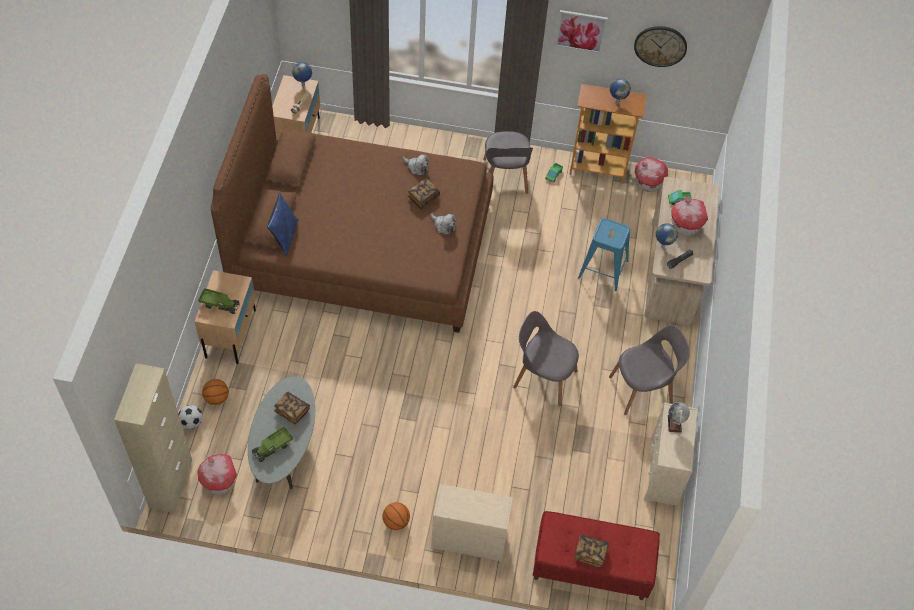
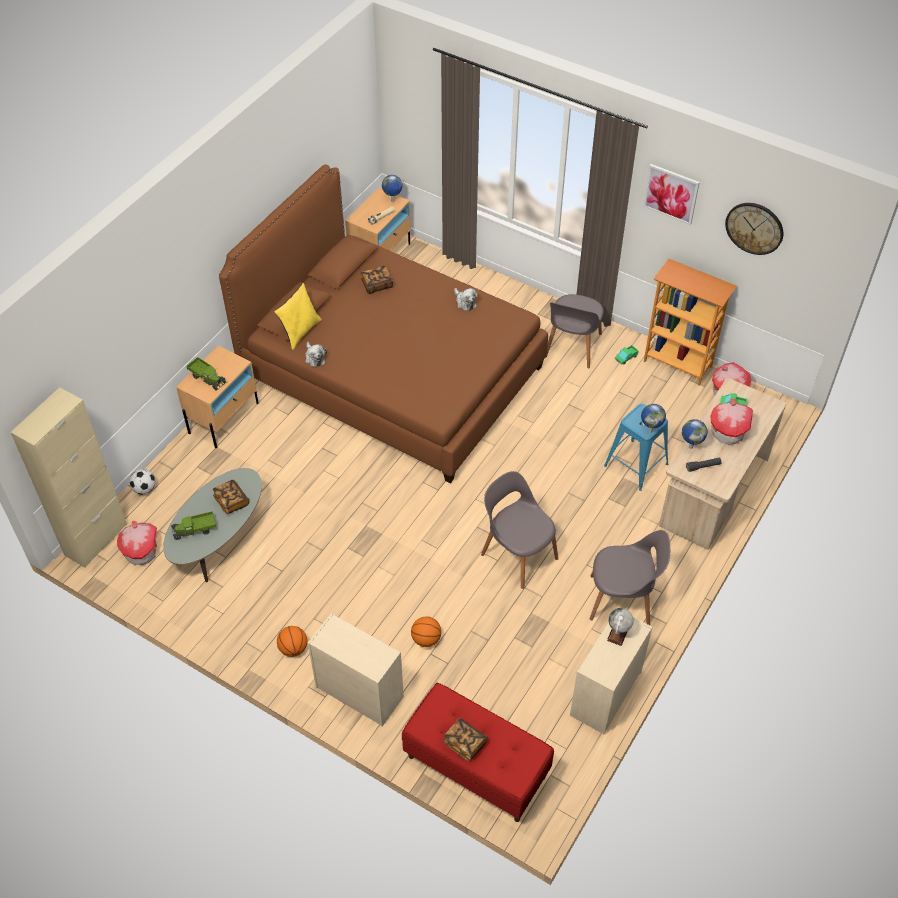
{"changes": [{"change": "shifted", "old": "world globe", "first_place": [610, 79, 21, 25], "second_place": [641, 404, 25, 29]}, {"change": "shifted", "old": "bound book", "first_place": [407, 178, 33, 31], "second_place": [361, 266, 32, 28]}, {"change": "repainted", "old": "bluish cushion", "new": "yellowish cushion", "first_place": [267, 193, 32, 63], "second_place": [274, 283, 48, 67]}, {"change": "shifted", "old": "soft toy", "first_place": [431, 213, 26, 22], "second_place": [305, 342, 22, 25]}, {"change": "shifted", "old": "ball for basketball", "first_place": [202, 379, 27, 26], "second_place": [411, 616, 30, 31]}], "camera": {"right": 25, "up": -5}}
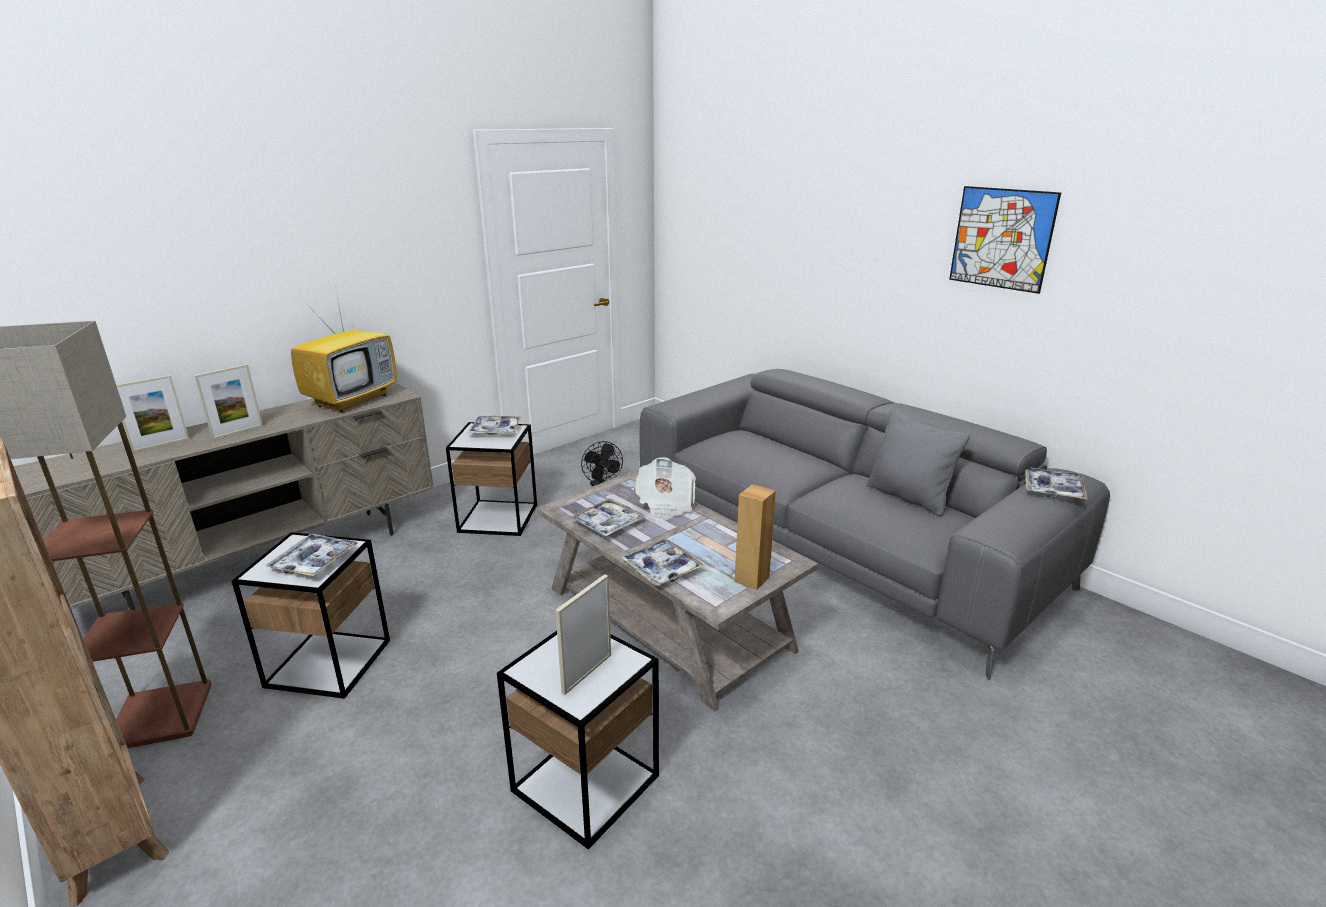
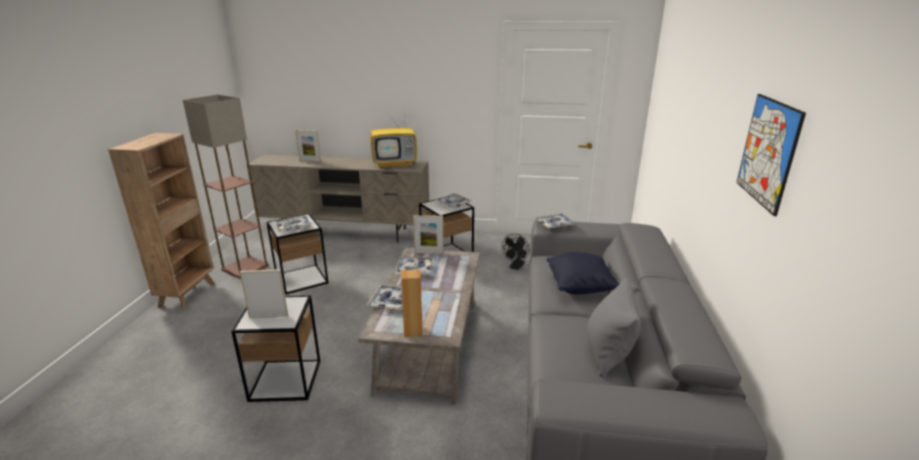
{"changes": [{"change": "shifted", "old": "photo frame", "first_place": [194, 364, 69, 76], "second_place": [413, 215, 31, 39]}, {"change": "gone", "old": "daily paper", "first_place": [634, 457, 62, 64]}, {"change": "shifted", "old": "carrying tray", "first_place": [1025, 467, 62, 33], "second_place": [535, 214, 42, 15]}, {"change": "new", "new": "blackish cushion", "second_place": [547, 252, 72, 42]}], "camera": {"right": 50, "up": 0}}
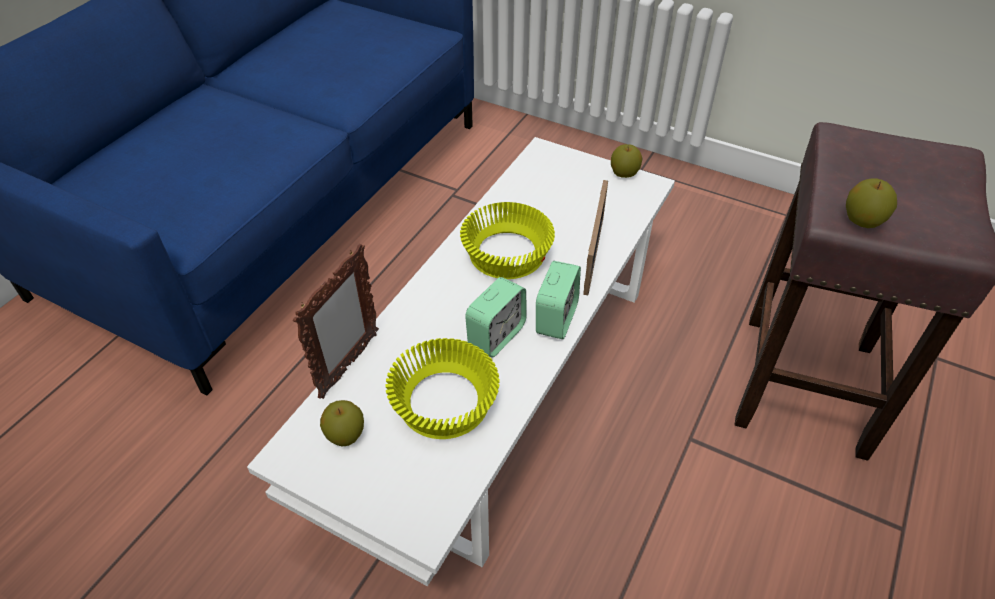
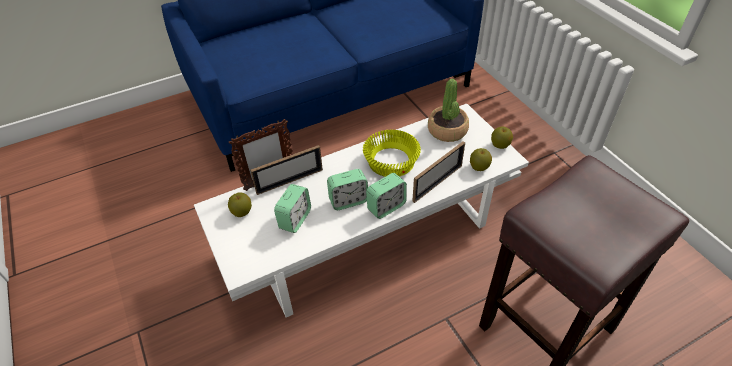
{"changes": [{"change": "shifted", "old": "apple fruit", "first_place": [846, 178, 51, 50], "second_place": [470, 148, 22, 23]}, {"change": "swapped", "old": "yellowish bowl", "new": "alarm clock", "first_place": [385, 338, 115, 101], "second_place": [274, 184, 37, 49]}, {"change": "new", "new": "houseplant", "second_place": [428, 79, 41, 63]}, {"change": "new", "new": "photo frame", "second_place": [250, 145, 73, 50]}], "camera": {"right": 35, "up": 0}}
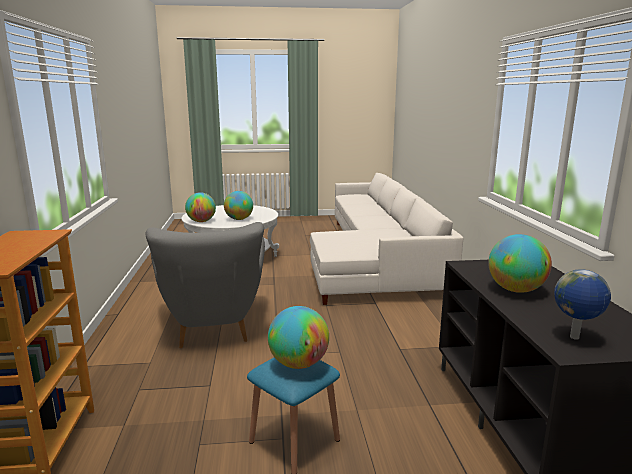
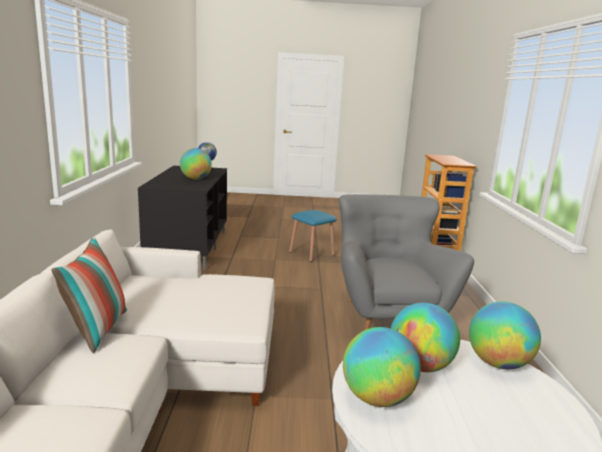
{"changes": [{"change": "shifted", "old": "world globe", "first_place": [268, 306, 61, 63], "second_place": [343, 327, 78, 80]}, {"change": "new", "new": "cushion", "second_place": [51, 237, 76, 116]}], "camera": {"right": -175, "up": 0}}
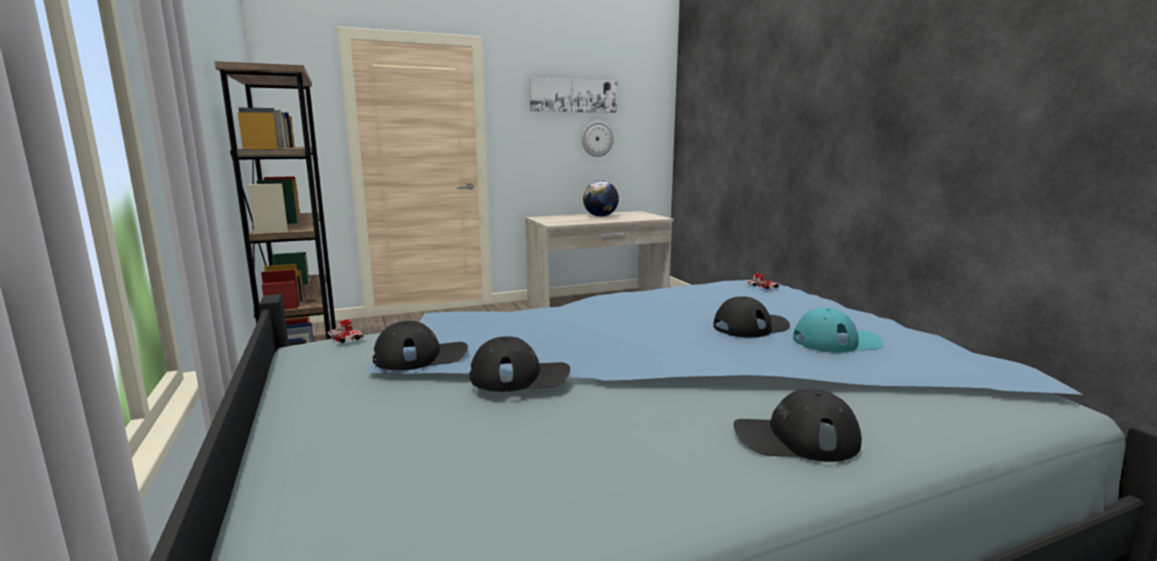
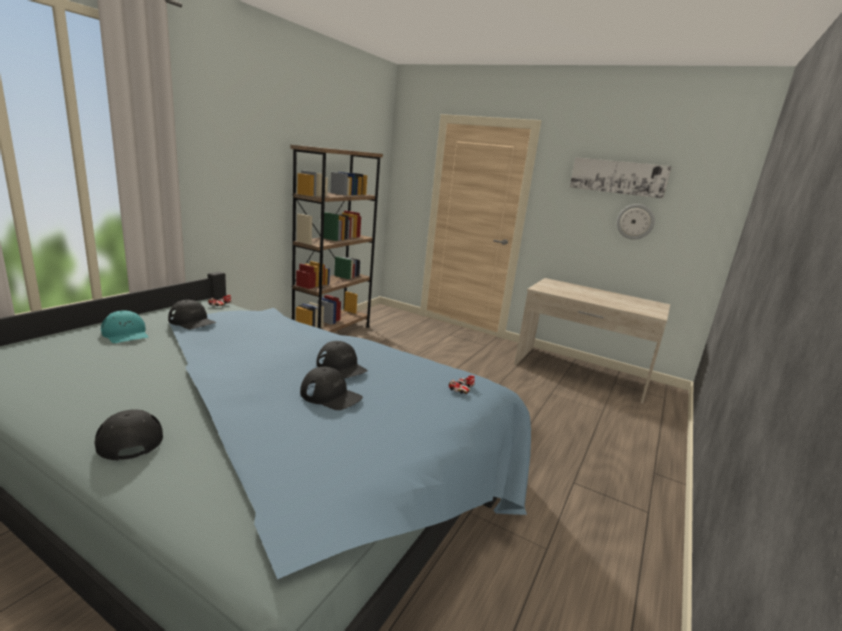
{"changes": [{"change": "gone", "old": "world globe", "first_place": [583, 181, 36, 36]}, {"change": "shifted", "old": "blue-green peaked cap", "first_place": [793, 308, 90, 45], "second_place": [101, 310, 48, 33]}, {"change": "shifted", "old": "blackish peaked cap", "first_place": [469, 336, 101, 56], "second_place": [316, 341, 52, 37]}], "camera": {"right": 50, "up": 5}}
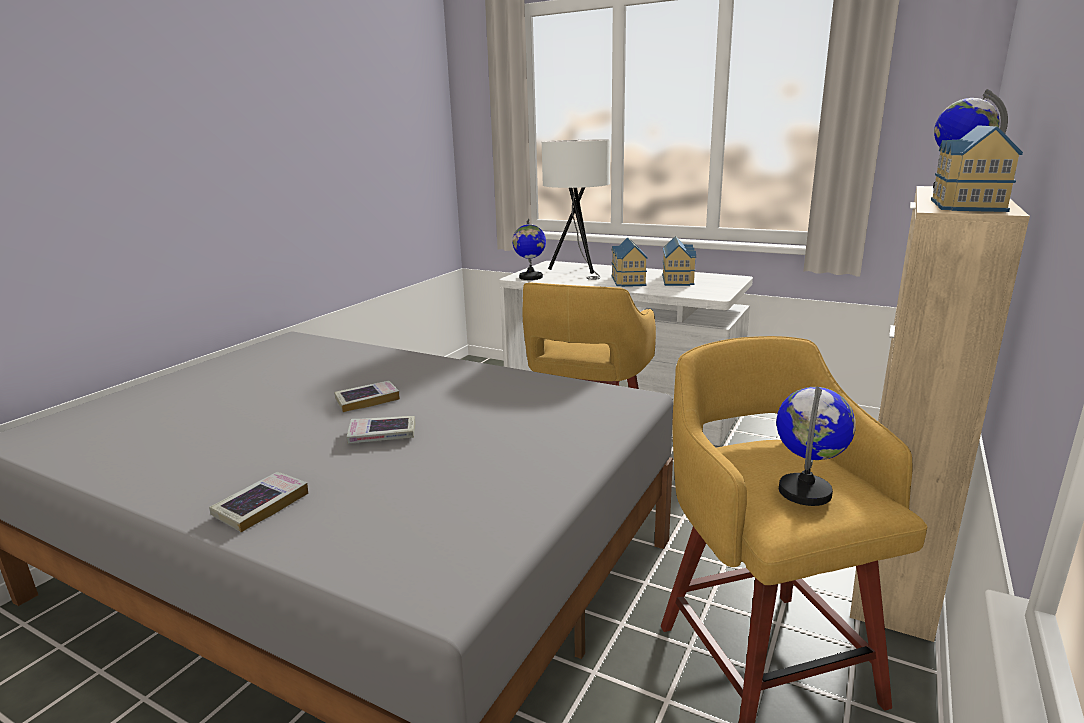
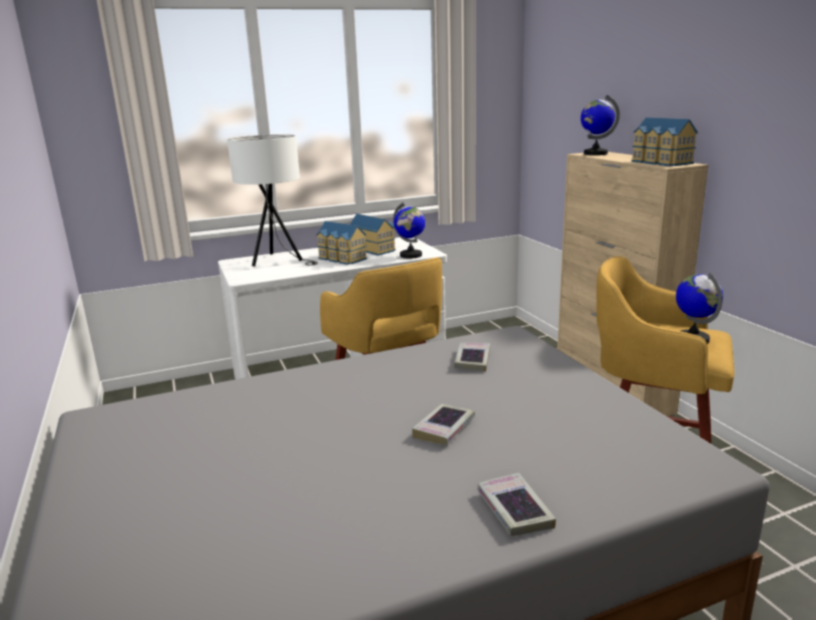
{"changes": [{"change": "shifted", "old": "world globe", "first_place": [512, 219, 34, 61], "second_place": [393, 202, 32, 57]}, {"change": "shifted", "old": "bound book", "first_place": [334, 381, 66, 31], "second_place": [454, 342, 36, 30]}], "camera": {"right": -50, "up": 0}}
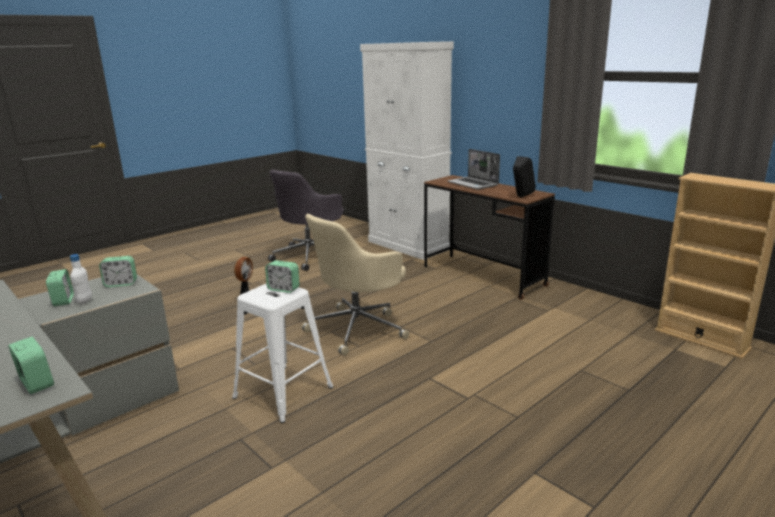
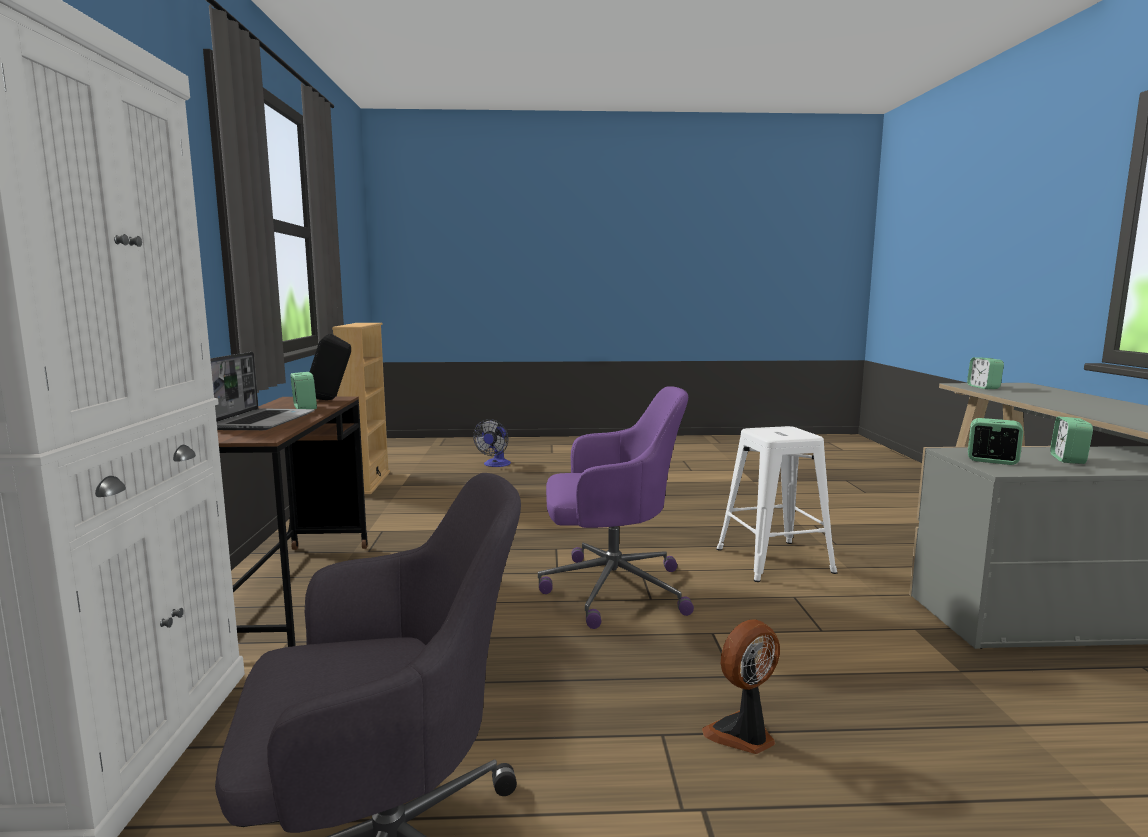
{"changes": [{"change": "repainted", "old": "sand-coloured office chair", "new": "purple office chair", "first_place": [301, 214, 108, 142], "second_place": [538, 386, 156, 243]}, {"change": "gone", "old": "white beverage bottle", "first_place": [70, 254, 22, 51]}, {"change": "shifted", "old": "alarm clock", "first_place": [265, 260, 35, 33], "second_place": [290, 372, 27, 37]}, {"change": "new", "new": "electric fan", "second_place": [473, 419, 38, 48]}], "camera": {"right": -140, "up": -10}}
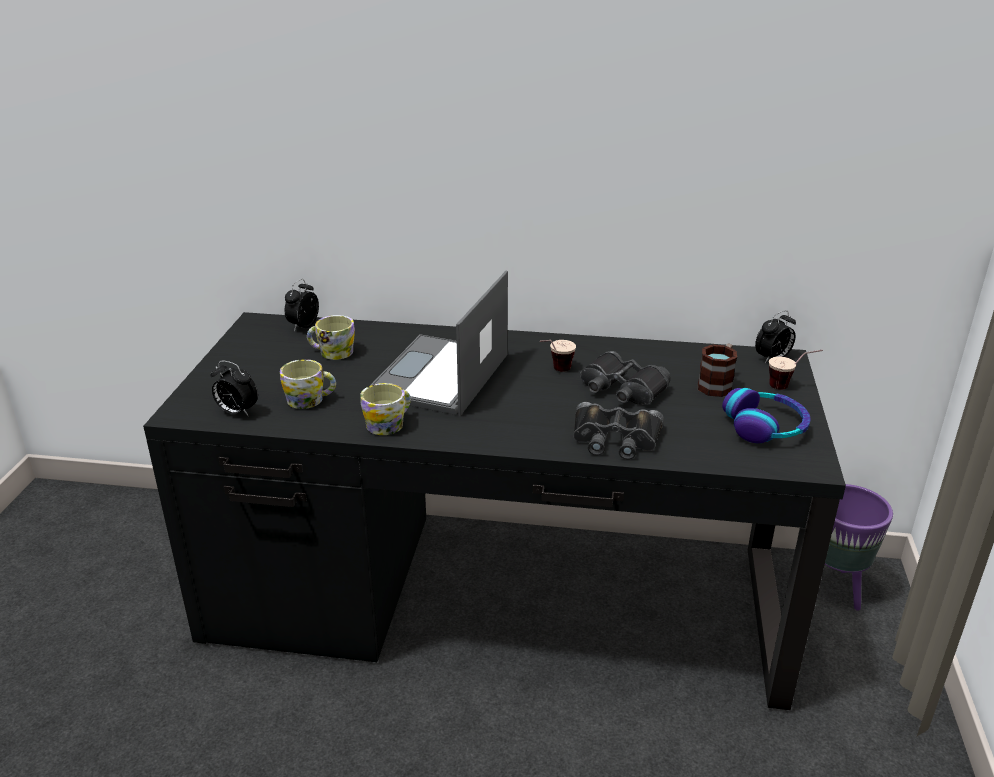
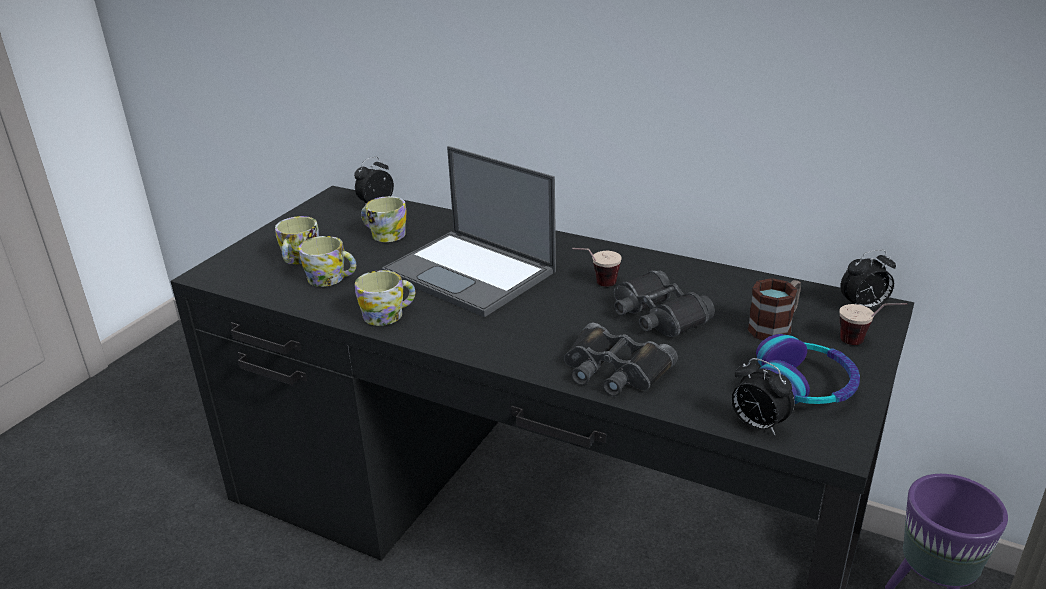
{"changes": [{"change": "rotated", "old": "portable computer", "first_place": [370, 271, 138, 145], "second_place": [381, 146, 175, 171], "degrees": -90}, {"change": "shifted", "old": "alarm clock", "first_place": [210, 361, 48, 56], "second_place": [732, 358, 63, 77]}, {"change": "new", "new": "coffee mug", "second_place": [275, 216, 44, 48]}], "camera": {"right": 20, "up": 0}}
